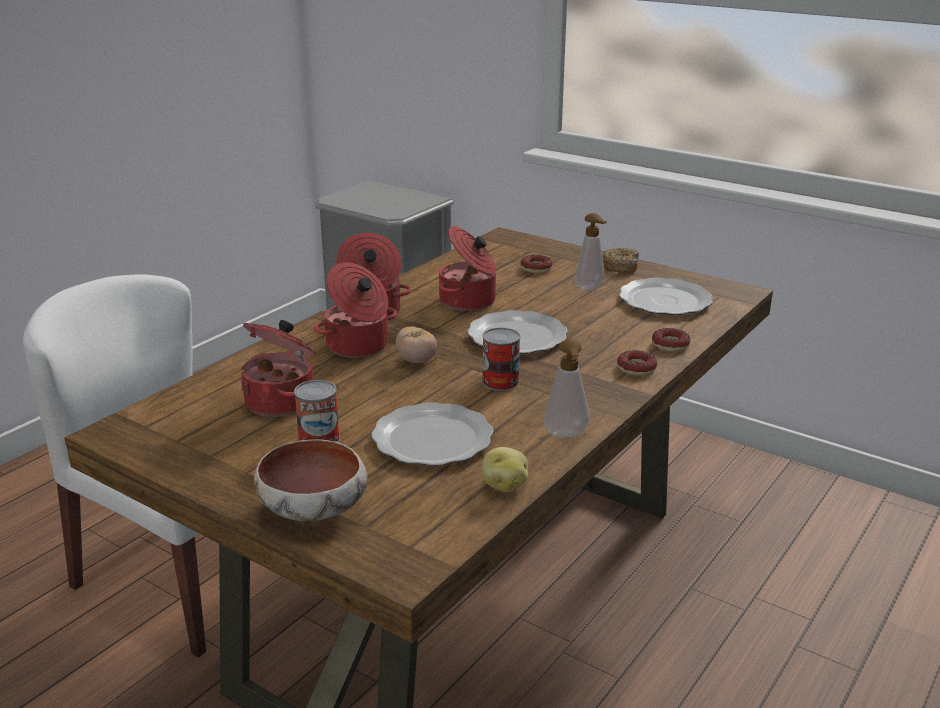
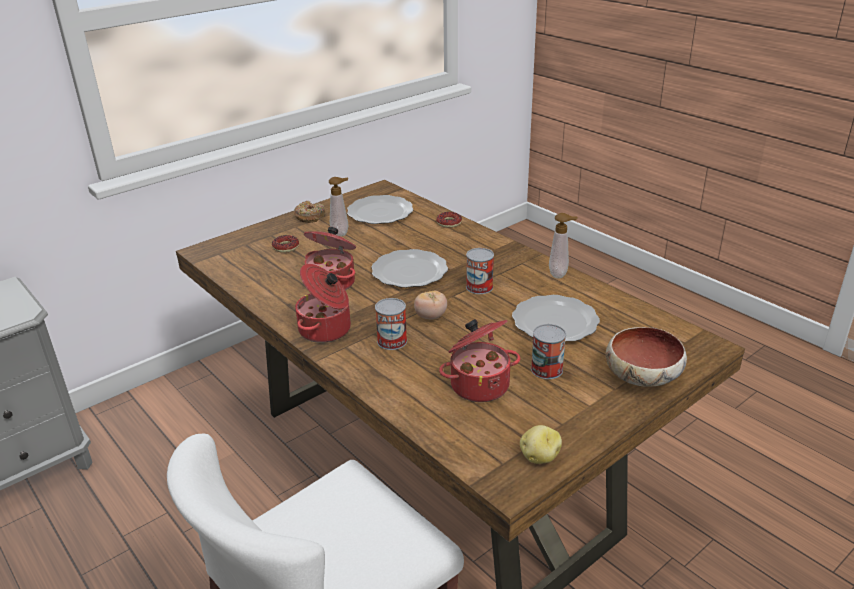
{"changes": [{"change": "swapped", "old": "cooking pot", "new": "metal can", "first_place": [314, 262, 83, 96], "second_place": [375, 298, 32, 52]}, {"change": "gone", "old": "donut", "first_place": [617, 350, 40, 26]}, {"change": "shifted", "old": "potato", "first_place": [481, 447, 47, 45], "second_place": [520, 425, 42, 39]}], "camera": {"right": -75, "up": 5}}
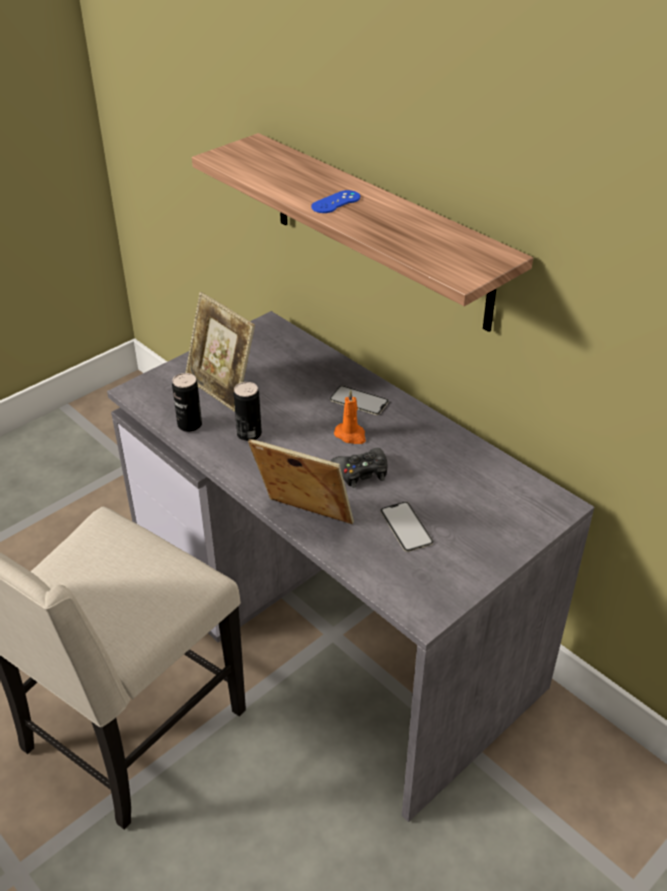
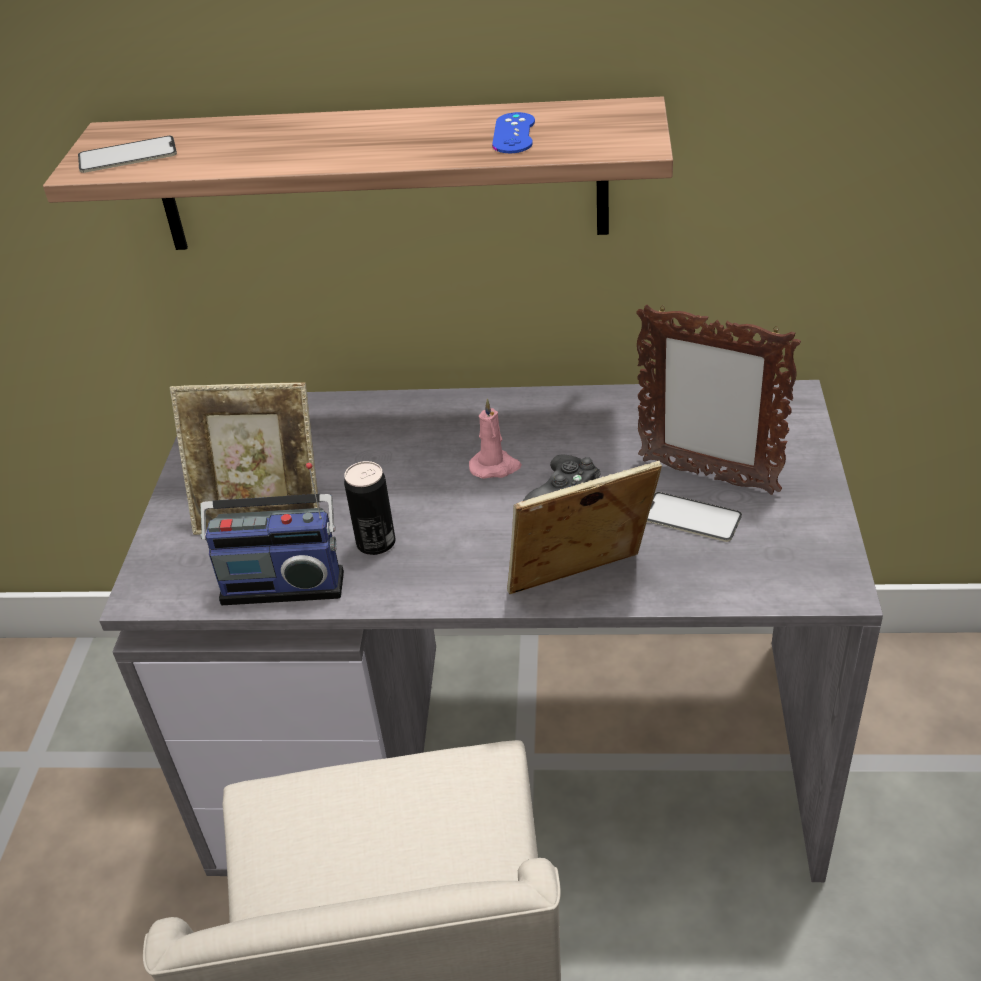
{"changes": [{"change": "shifted", "old": "bluish gamepad", "first_place": [311, 190, 49, 23], "second_place": [492, 112, 43, 41]}, {"change": "swapped", "old": "metal can", "new": "radio set", "first_place": [172, 373, 30, 59], "second_place": [200, 463, 144, 142]}, {"change": "shifted", "old": "telephone", "first_place": [330, 386, 59, 29], "second_place": [78, 136, 99, 37]}, {"change": "repainted", "old": "orangey wax light", "new": "pink-coloured wax light", "first_place": [334, 390, 32, 54], "second_place": [469, 398, 53, 81]}, {"change": "new", "new": "photo frame", "second_place": [636, 304, 165, 191]}], "camera": {"right": -40, "up": 0}}
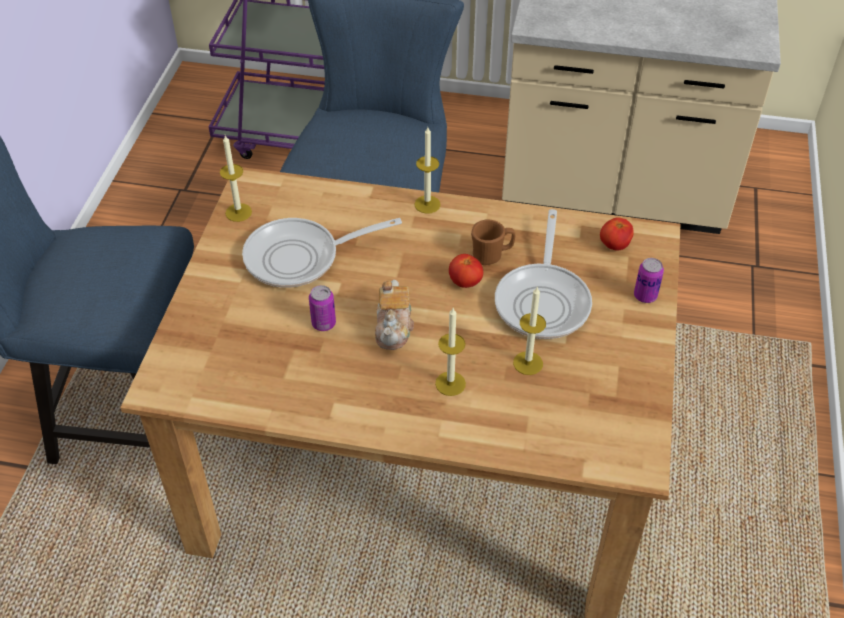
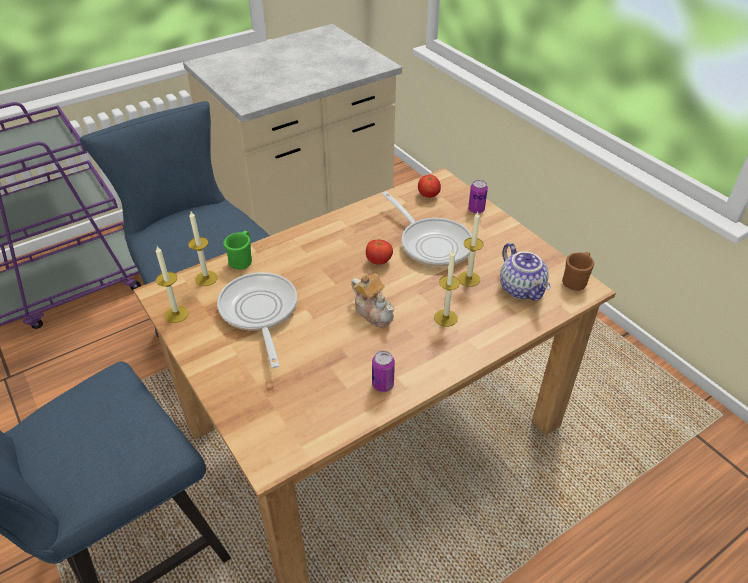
{"changes": [{"change": "shifted", "old": "wax light", "first_place": [414, 127, 27, 87], "second_place": [188, 211, 30, 75]}, {"change": "rotated", "old": "skillet", "first_place": [242, 218, 160, 70], "second_place": [217, 272, 80, 96], "degrees": 135}, {"change": "shifted", "old": "brown-coloured coffee mug", "first_place": [471, 220, 44, 45], "second_place": [562, 252, 32, 39]}, {"change": "shifted", "old": "metal can", "first_place": [309, 285, 27, 46], "second_place": [372, 351, 23, 41]}, {"change": "new", "new": "greenish coffee mug", "second_place": [223, 231, 29, 39]}, {"change": "new", "new": "pot for tea", "second_place": [500, 243, 51, 58]}], "camera": {"right": -45, "up": -5}}
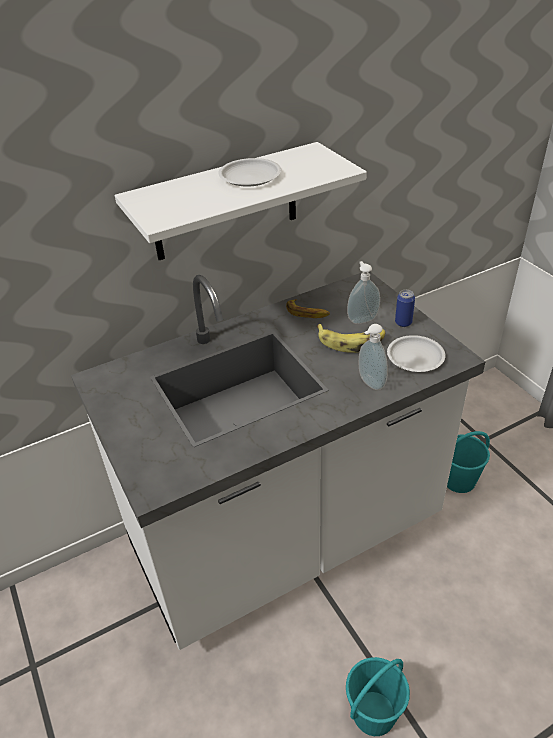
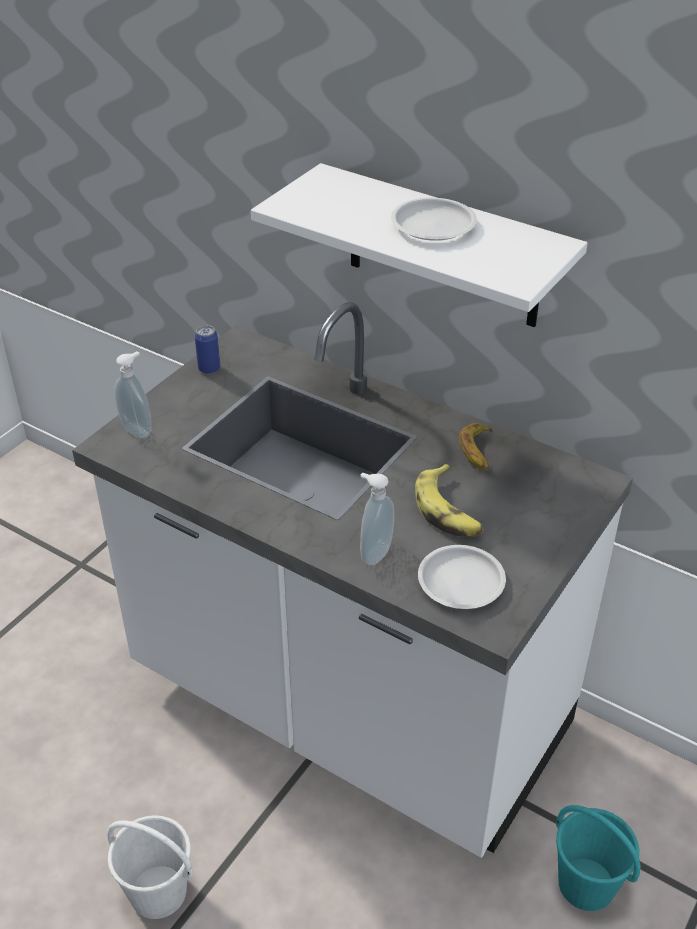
{"changes": [{"change": "shifted", "old": "soap dispenser", "first_place": [347, 261, 33, 63], "second_place": [114, 351, 38, 87]}, {"change": "shifted", "old": "metal can", "first_place": [395, 290, 20, 37], "second_place": [195, 325, 25, 49]}, {"change": "repainted", "old": "blue-green pail", "new": "white pail", "first_place": [346, 657, 64, 79], "second_place": [107, 815, 86, 104]}], "camera": {"right": 60, "up": 0}}
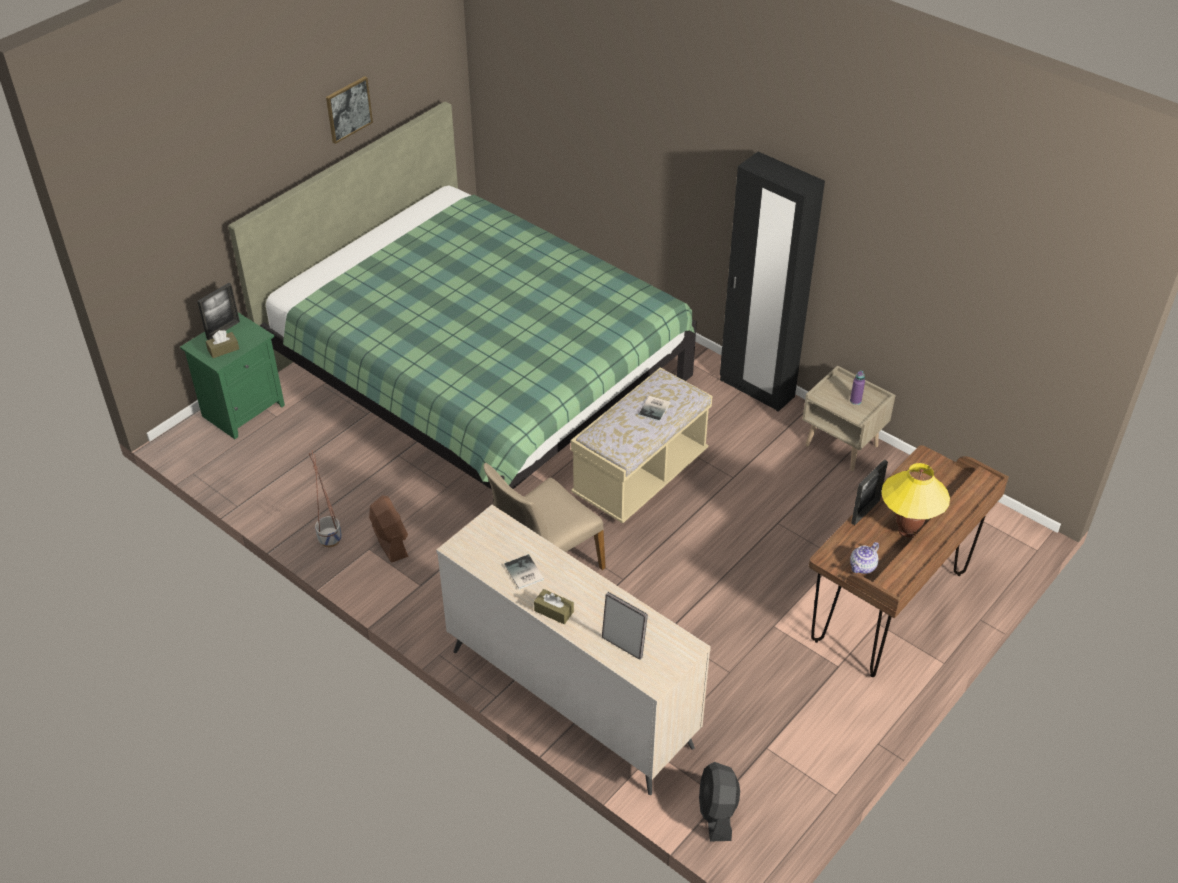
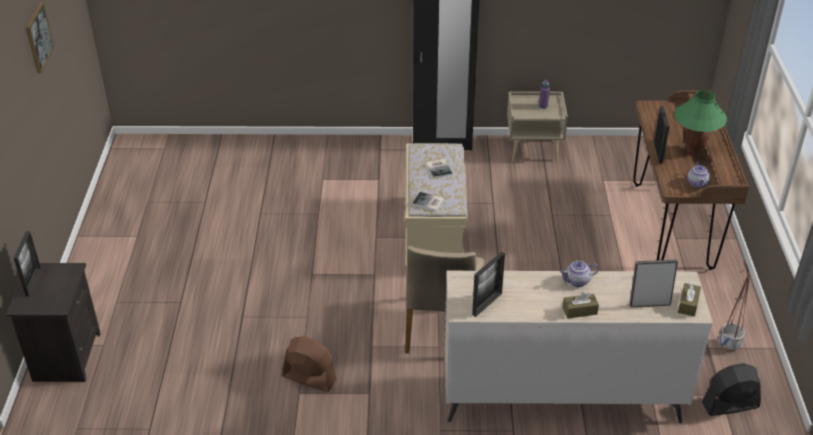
{"changes": [{"change": "gone", "old": "greenish bedroom bed", "first_place": [228, 101, 469, 392]}, {"change": "repainted", "old": "greenish nightstand", "new": "blackish nightstand", "first_place": [180, 312, 105, 127], "second_place": [6, 263, 95, 119]}, {"change": "shifted", "old": "brown-coloured tissue box", "first_place": [206, 330, 33, 28], "second_place": [678, 283, 23, 34]}, {"change": "shifted", "old": "flower pot", "first_place": [309, 450, 33, 97], "second_place": [719, 260, 32, 92]}, {"change": "repainted", "old": "yellowish tabletop lamp", "new": "greenish tabletop lamp", "first_place": [881, 463, 69, 75], "second_place": [674, 90, 53, 65]}, {"change": "shifted", "old": "bound book", "first_place": [504, 554, 40, 35], "second_place": [412, 192, 33, 19]}, {"change": "rotated", "old": "blackish electric fan", "first_place": [699, 762, 41, 80], "second_place": [702, 363, 59, 53], "degrees": 120}, {"change": "new", "new": "photo frame", "second_place": [472, 252, 33, 65]}, {"change": "new", "new": "pot for tea", "second_place": [559, 261, 40, 26]}], "camera": {"right": -40, "up": -5}}
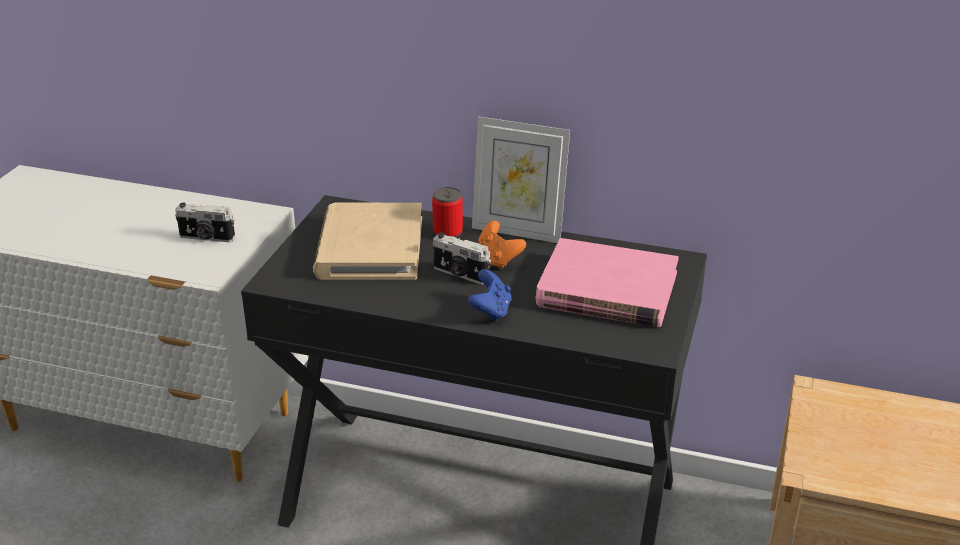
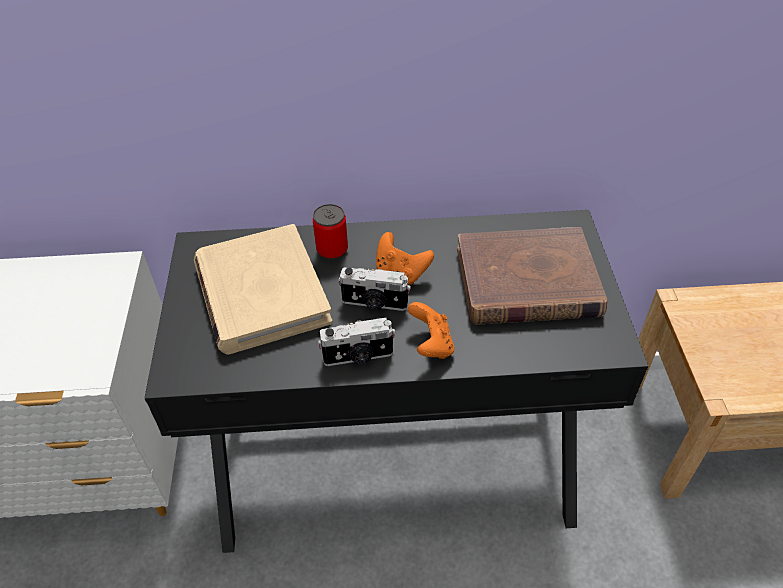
{"changes": [{"change": "gone", "old": "photo frame", "first_place": [472, 116, 98, 127]}, {"change": "shifted", "old": "photo camera", "first_place": [175, 203, 60, 39], "second_place": [318, 318, 77, 48]}, {"change": "repainted", "old": "pink-coloured bound book", "new": "brown-coloured bound book", "first_place": [536, 238, 143, 90], "second_place": [457, 227, 150, 98]}, {"change": "repainted", "old": "bluish gamepad", "new": "orangey gamepad", "first_place": [468, 269, 44, 53], "second_place": [408, 302, 46, 57]}], "camera": {"right": -20, "up": 15}}
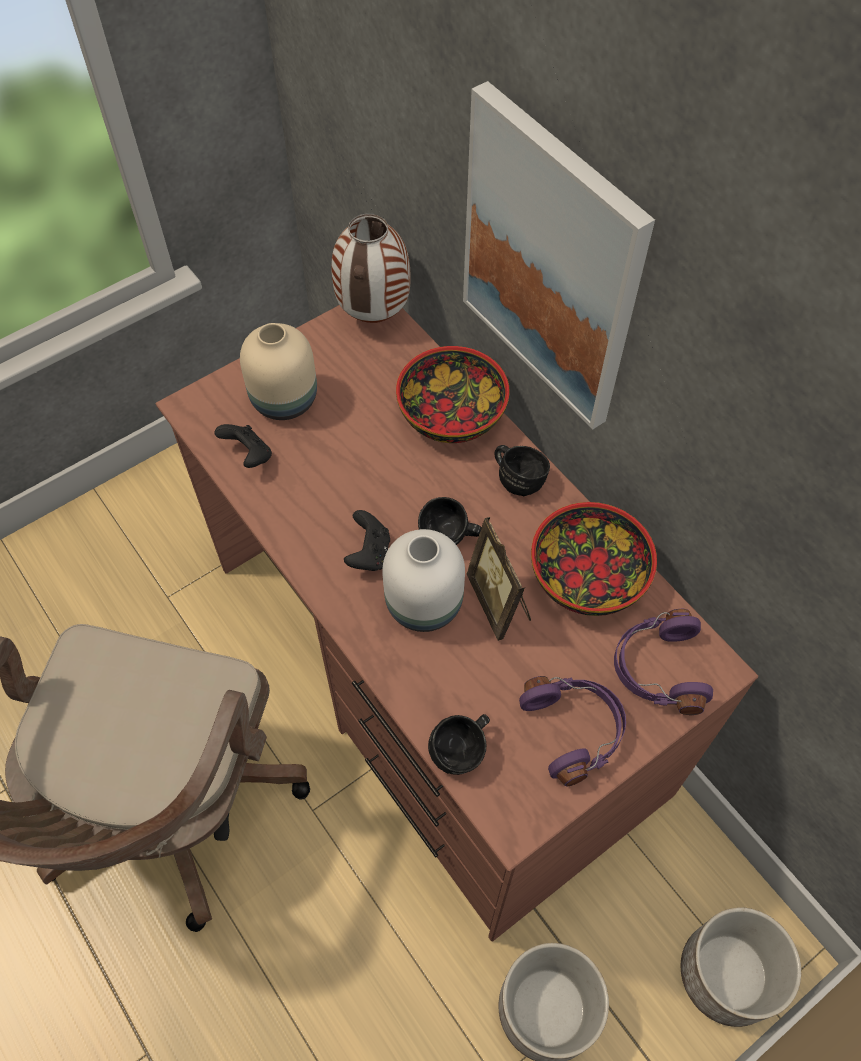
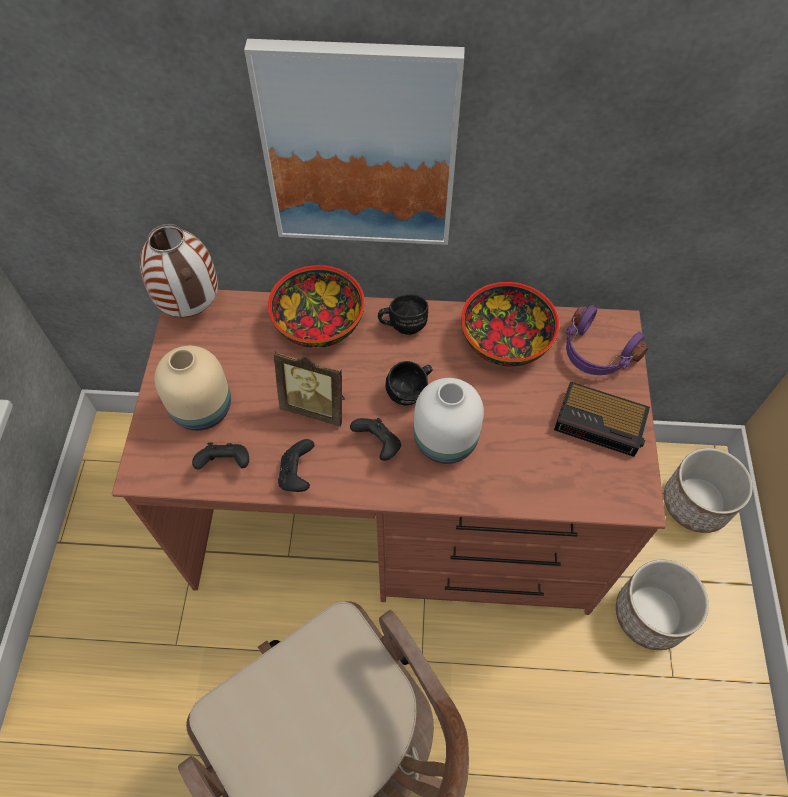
{"changes": [{"change": "shifted", "old": "photo frame", "first_place": [467, 517, 64, 124], "second_place": [274, 350, 71, 76]}, {"change": "swapped", "old": "purple headset", "new": "alarm clock", "first_place": [519, 676, 107, 110], "second_place": [554, 381, 96, 76]}, {"change": "gone", "old": "blackish coffee mug", "first_place": [428, 714, 62, 61]}, {"change": "new", "new": "blackish gamepad", "second_place": [278, 439, 36, 53]}], "camera": {"right": -50, "up": 0}}
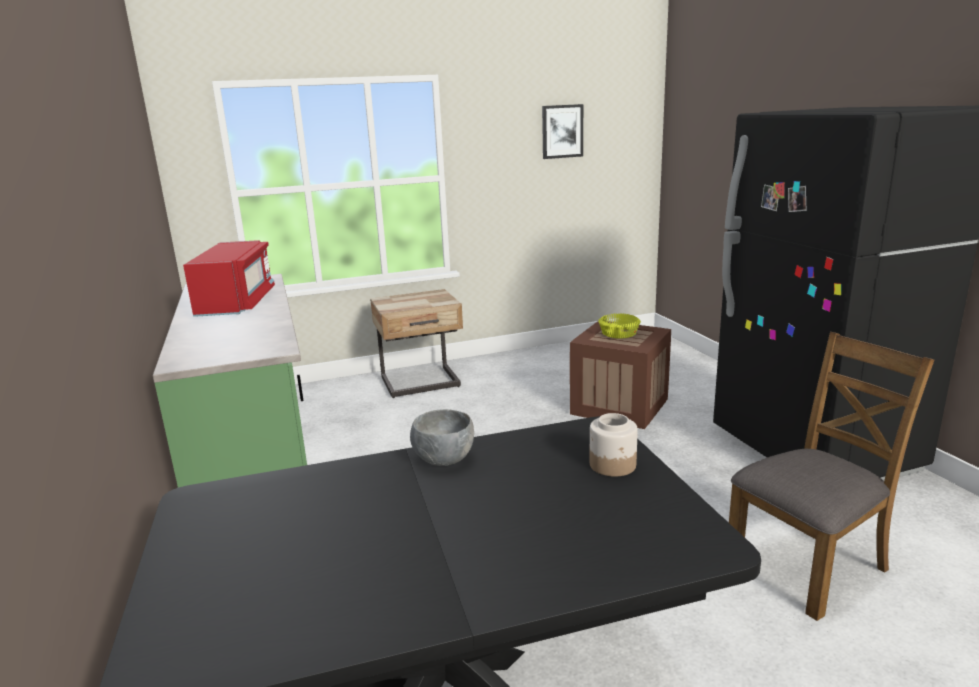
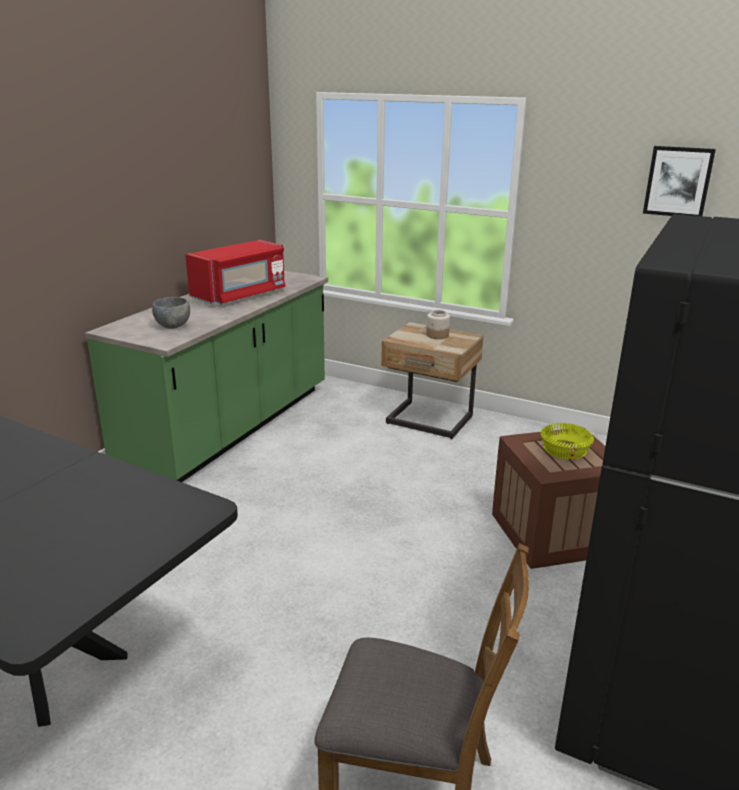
{"changes": [{"change": "shifted", "old": "gray bowl", "first_place": [410, 409, 64, 57], "second_place": [152, 297, 38, 32]}, {"change": "shifted", "old": "jar", "first_place": [589, 413, 49, 64], "second_place": [426, 310, 24, 29]}], "camera": {"right": 45, "up": 5}}
